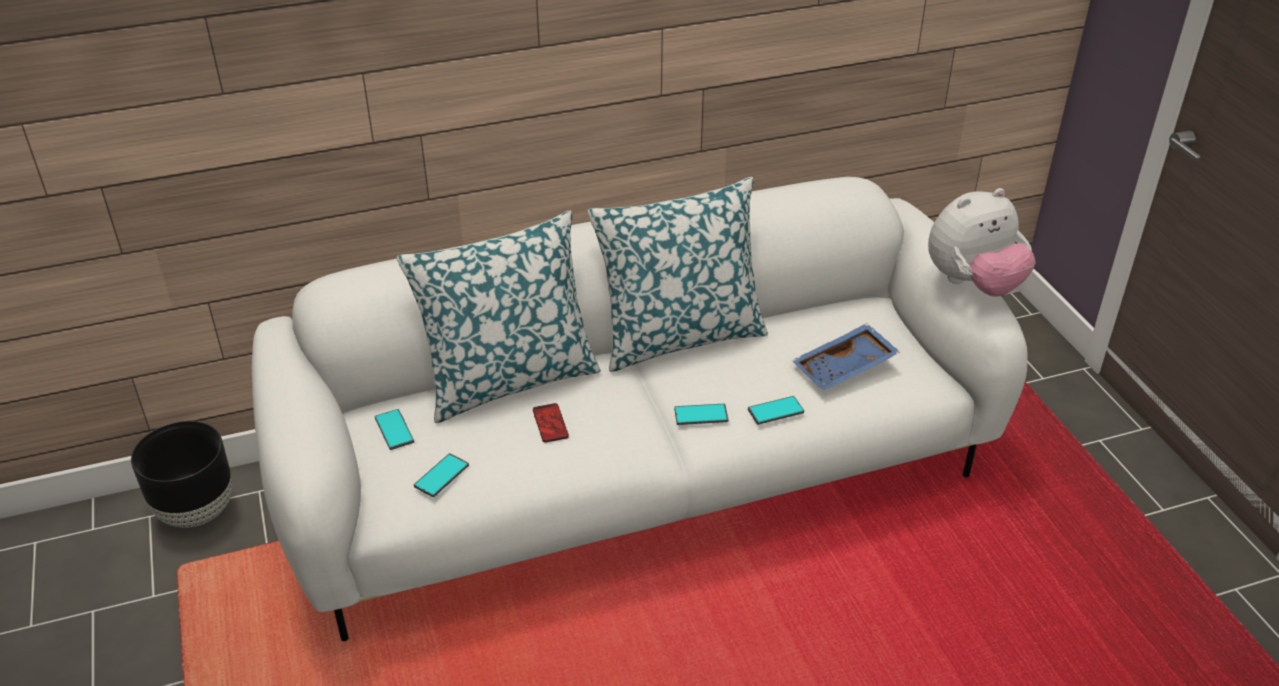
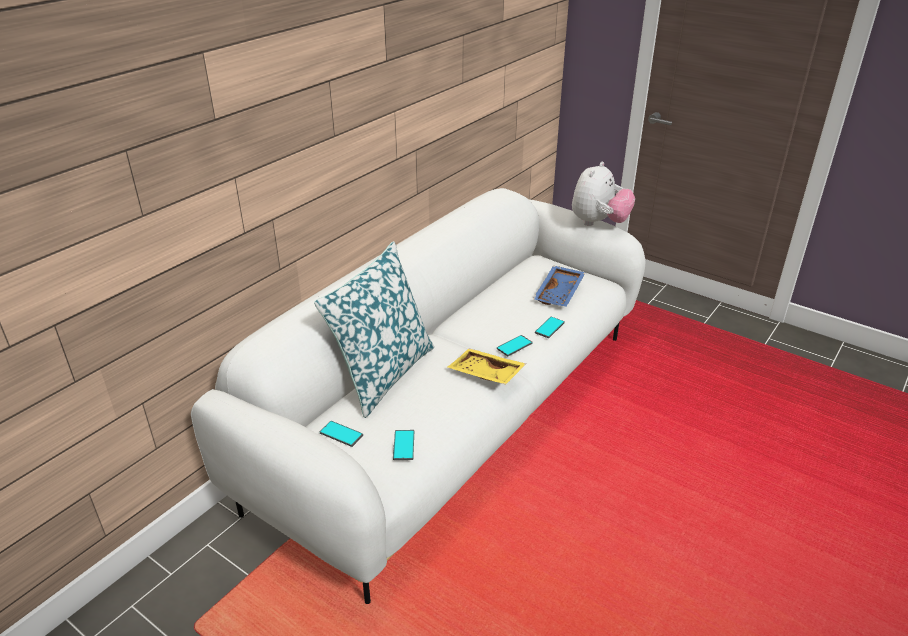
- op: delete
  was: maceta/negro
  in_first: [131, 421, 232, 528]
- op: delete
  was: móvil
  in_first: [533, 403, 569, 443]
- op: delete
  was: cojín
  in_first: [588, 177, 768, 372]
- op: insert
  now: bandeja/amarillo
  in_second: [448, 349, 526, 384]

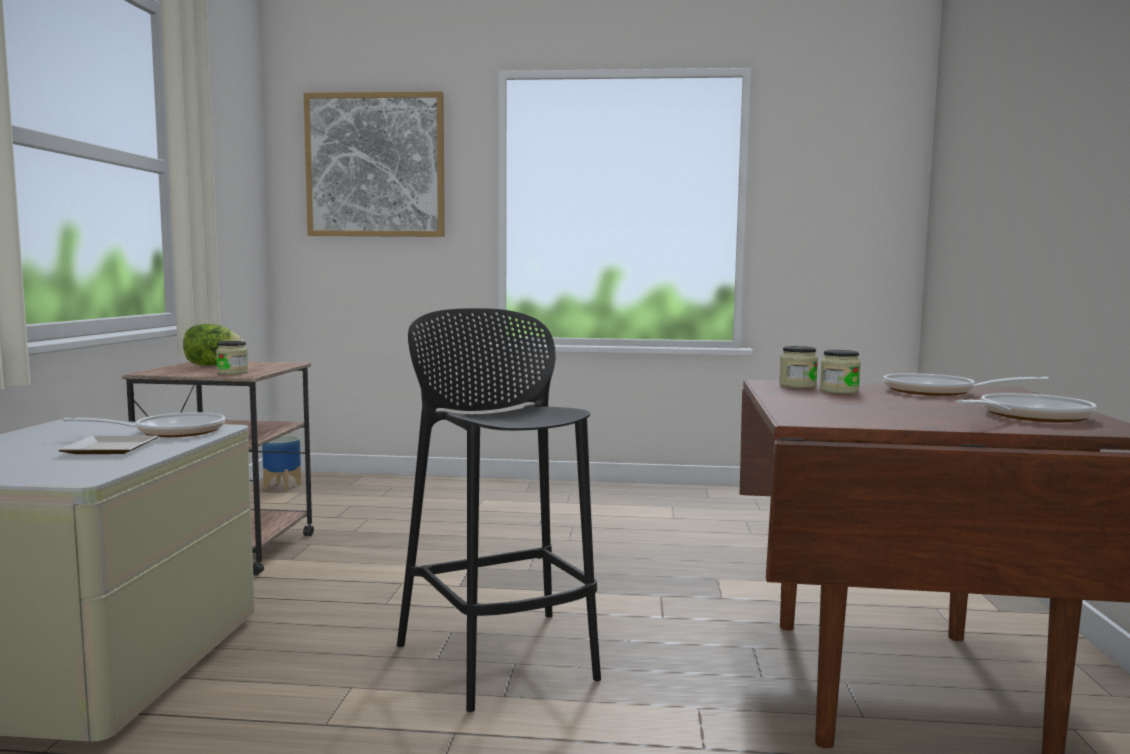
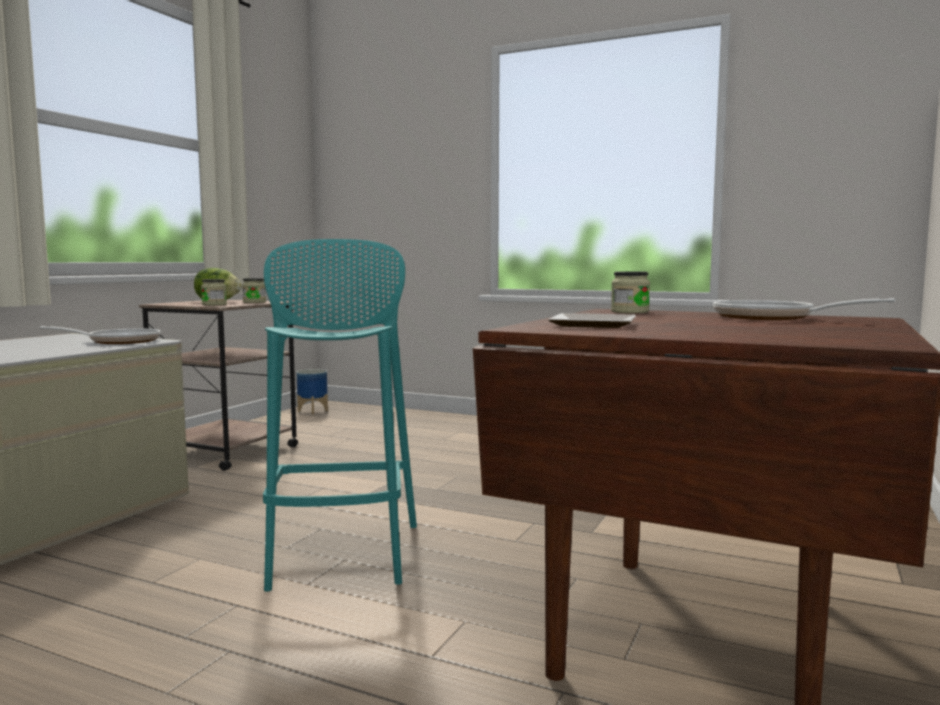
- op: move
  was: plato
  in_first: [58, 436, 159, 454]
  in_second: [548, 313, 636, 328]
- op: delete
  was: cuadro
  in_first: [304, 91, 445, 237]
- op: recolor
  was: taburete/negro
  now: taburete/turquesa
  in_first: [397, 308, 601, 712]
  in_second: [263, 239, 417, 592]
- op: move
  was: tarro
  in_first: [820, 350, 861, 394]
  in_second: [242, 278, 266, 303]
- op: delete
  was: sartén
  in_first: [956, 393, 1097, 422]

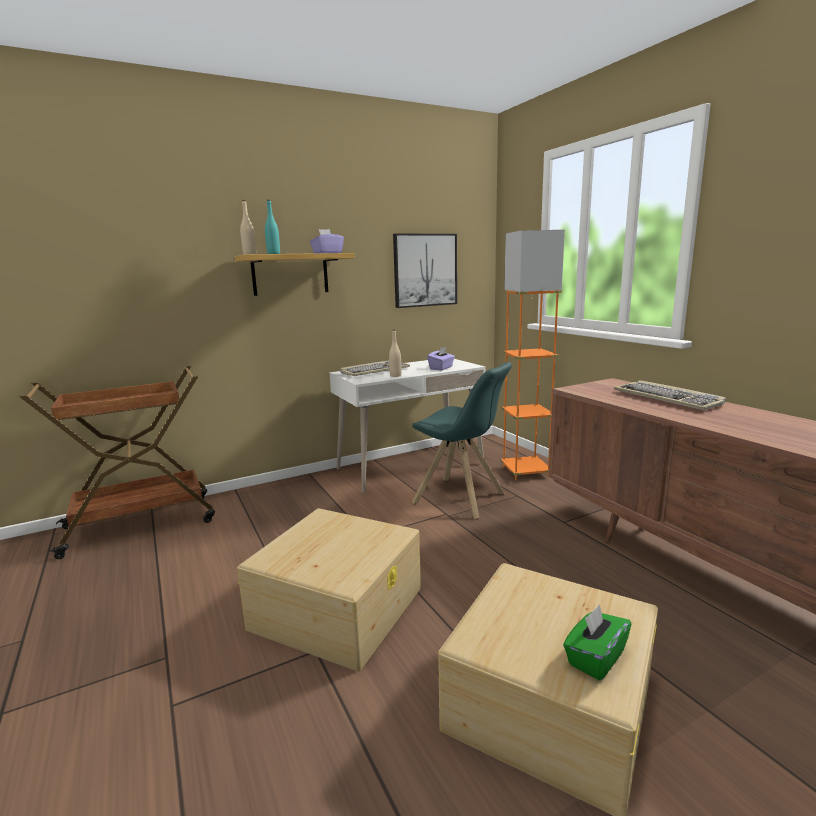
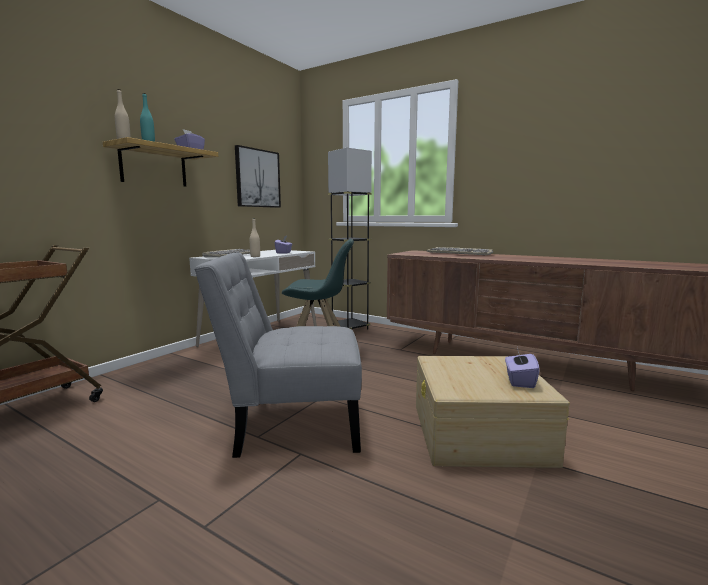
- op: replace
  was: caja de almacenaje/beis
  now: silla/gris
  in_first: [237, 508, 421, 671]
  in_second: [194, 253, 362, 458]
- op: recolor
  was: lámpara de pie/naranja
  now: lámpara de pie/gris
  in_first: [501, 230, 565, 481]
  in_second: [328, 148, 372, 330]
- op: recolor
  was: caja de pañuelos/verde
  now: caja de pañuelos/morado
  in_first: [563, 604, 631, 681]
  in_second: [505, 347, 540, 388]

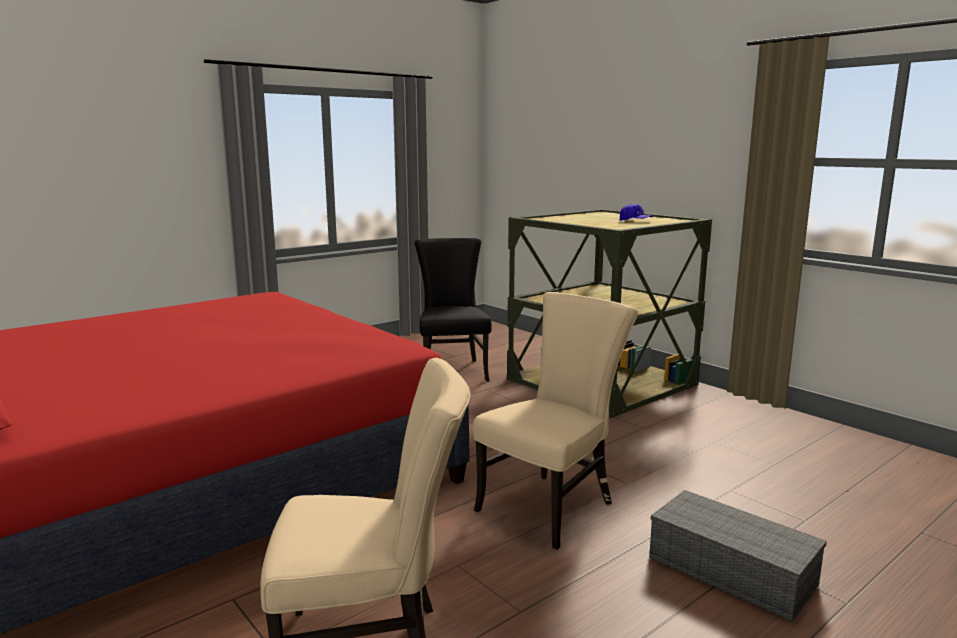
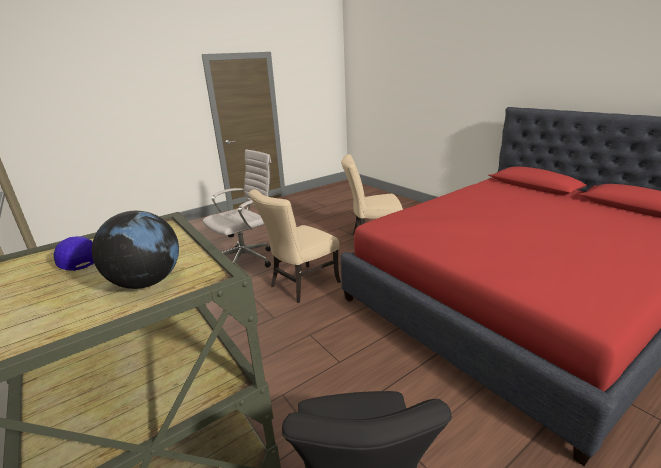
- op: replace
  was: caja de almacenaje/gris
  now: silla de oficina/blanco
  in_first: [649, 490, 827, 621]
  in_second: [203, 149, 271, 268]
- op: insert
  now: globo terráqueo
  in_second: [92, 211, 179, 289]

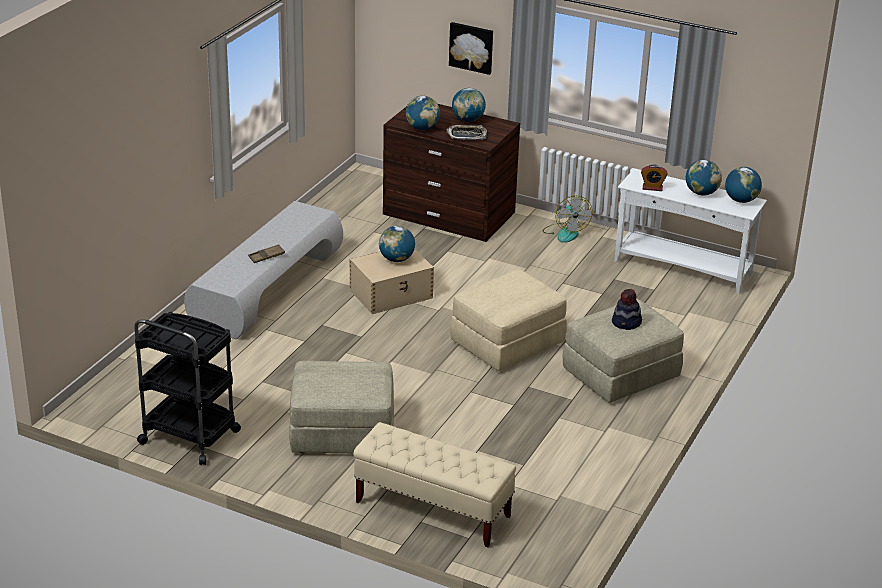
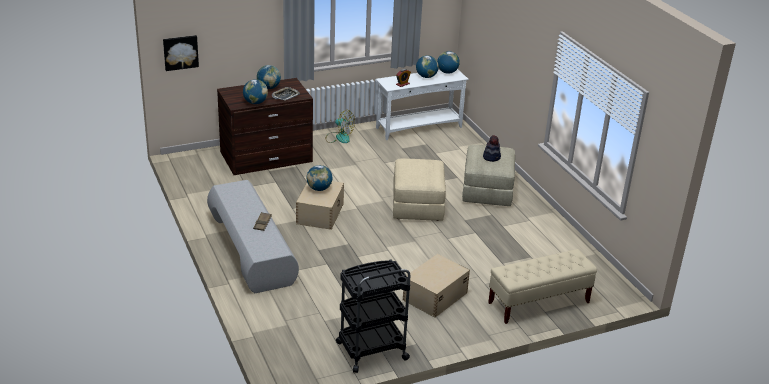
- op: replace
  was: puf/beis
  now: caja de almacenaje/beis
  in_first: [289, 361, 394, 453]
  in_second: [403, 254, 470, 318]
- op: move
  was: cuadro
  in_first: [449, 22, 493, 75]
  in_second: [163, 35, 199, 71]

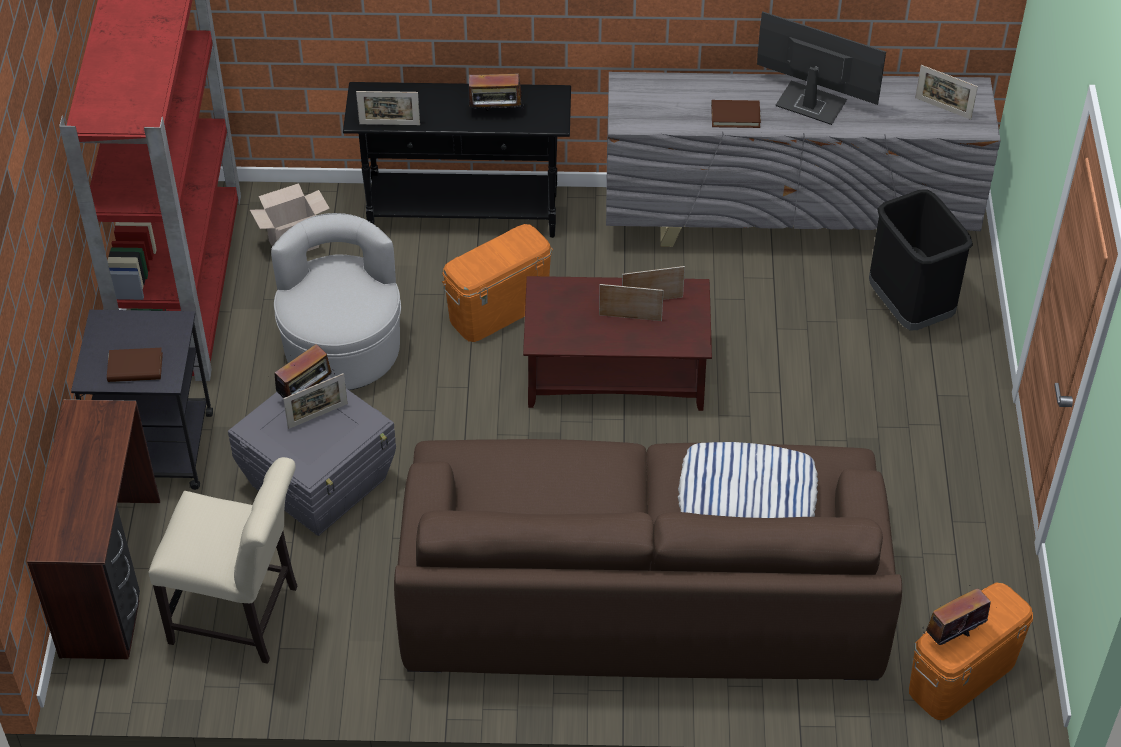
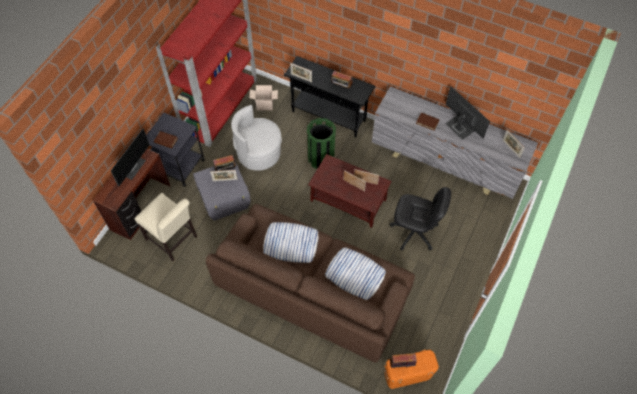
- op: rotate
  was: sillón/blanco
  in_first: [271, 213, 401, 390]
  in_second: [231, 105, 282, 171]
  clockwise: -105
- op: replace
  was: caja de almacenaje/naranja
  now: papelera/verde
  in_first: [442, 224, 553, 342]
  in_second: [307, 118, 336, 169]
- op: delete
  was: papelera/negro
  in_first: [869, 189, 973, 330]
- op: insert
  now: monitor
  in_second: [111, 128, 150, 186]
- op: insert
  now: cojín
  in_second: [263, 222, 319, 263]
- op: insert
  now: silla de oficina/negro
  in_second: [390, 187, 451, 251]

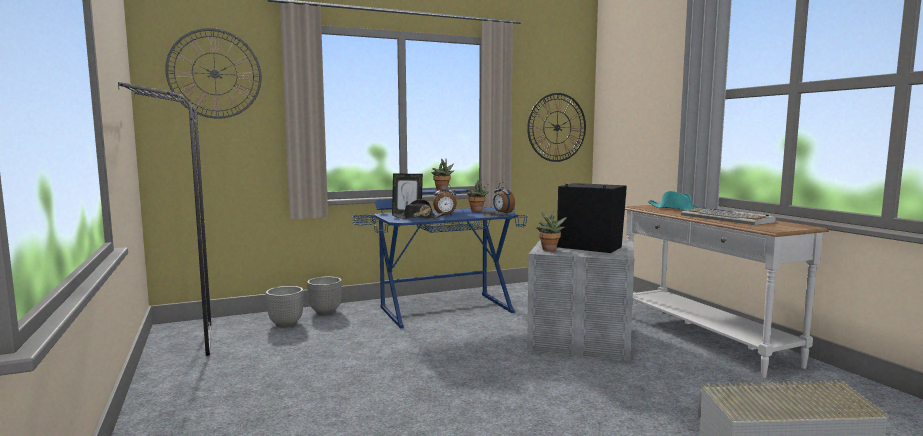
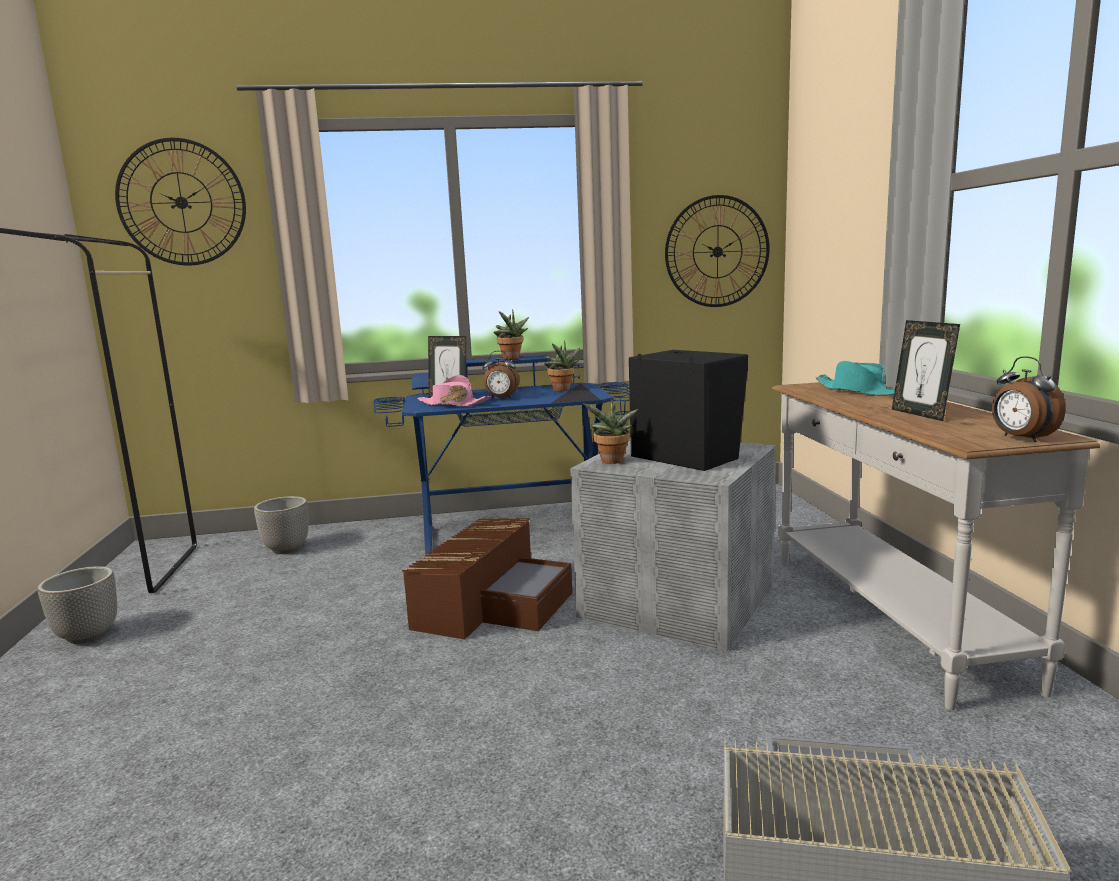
- op: move
  was: maceta
  in_first: [307, 277, 342, 315]
  in_second: [38, 566, 117, 644]
- op: recolor
  was: sombrero/negro
  now: sombrero/rosa
  in_first: [392, 199, 446, 219]
  in_second: [417, 375, 491, 407]
- op: move
  was: despertador
  in_first: [493, 182, 515, 213]
  in_second: [992, 356, 1066, 442]
- op: replace
  was: teclado
  now: portarretratos
  in_first: [681, 207, 776, 225]
  in_second: [892, 320, 960, 421]
- op: insert
  now: caja de almacenaje/marrón
  in_second: [402, 518, 572, 640]

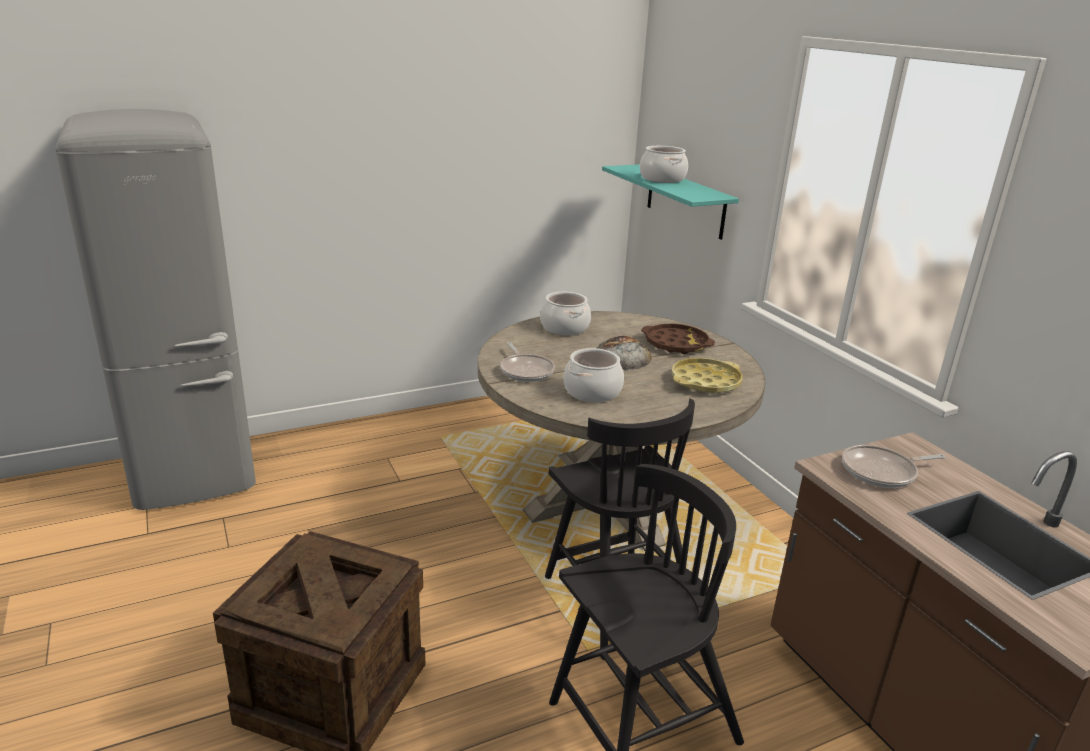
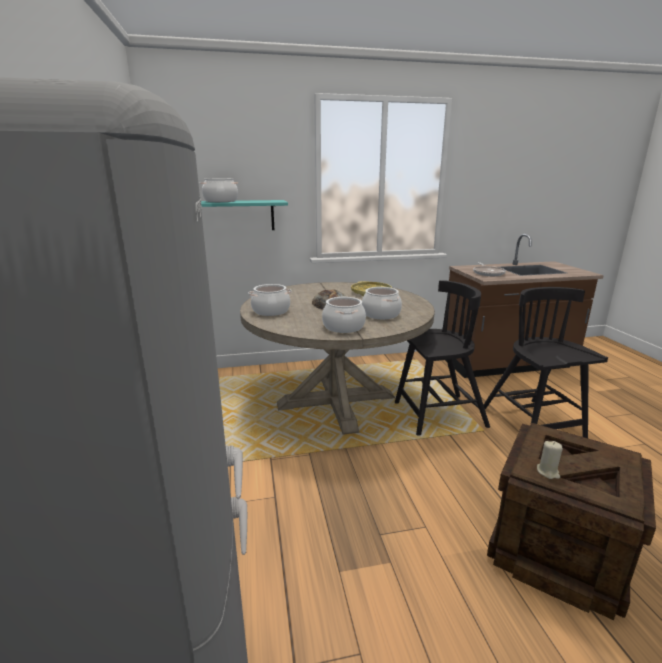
- op: replace
  was: sartén
  now: olla
  in_first: [500, 342, 555, 382]
  in_second: [322, 297, 366, 333]
- op: delete
  was: bandeja/marrón
  in_first: [641, 324, 715, 354]
- op: insert
  now: vela/beis
  in_second: [537, 441, 563, 479]

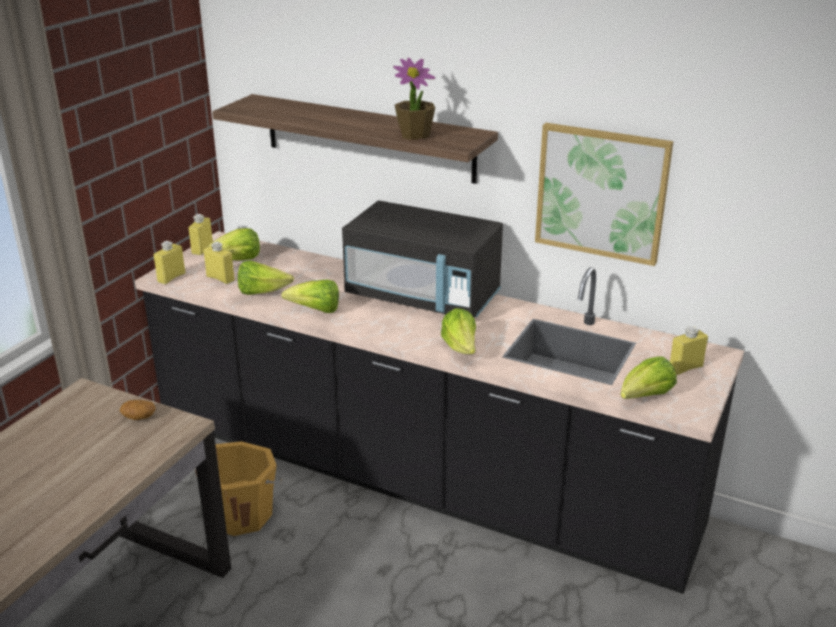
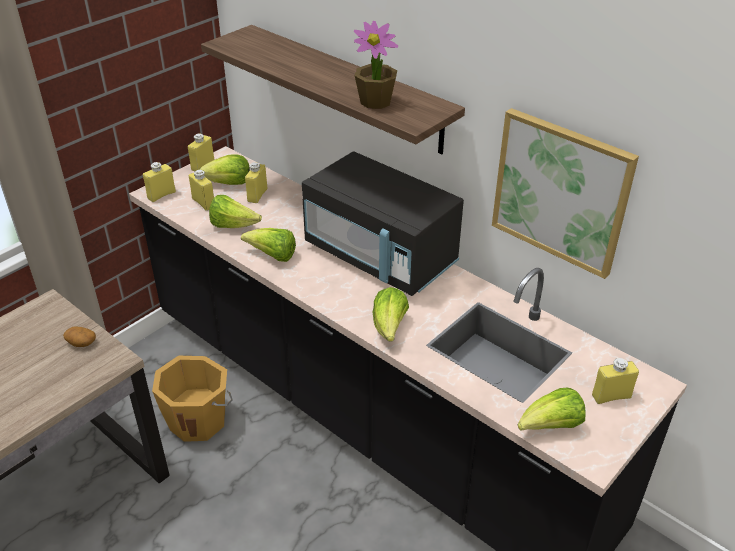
- op: insert
  now: botella/amarillo
  in_second: [245, 162, 268, 203]

